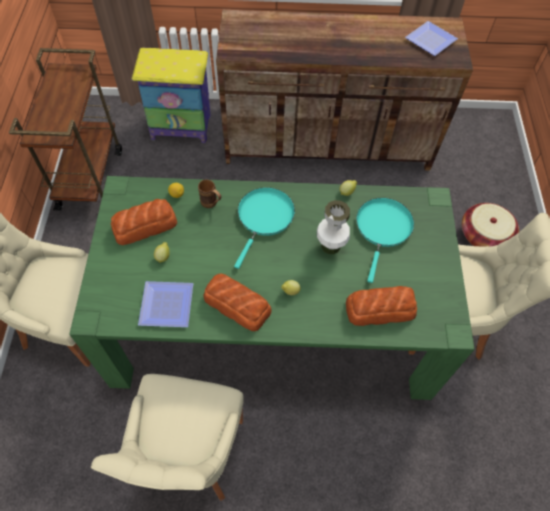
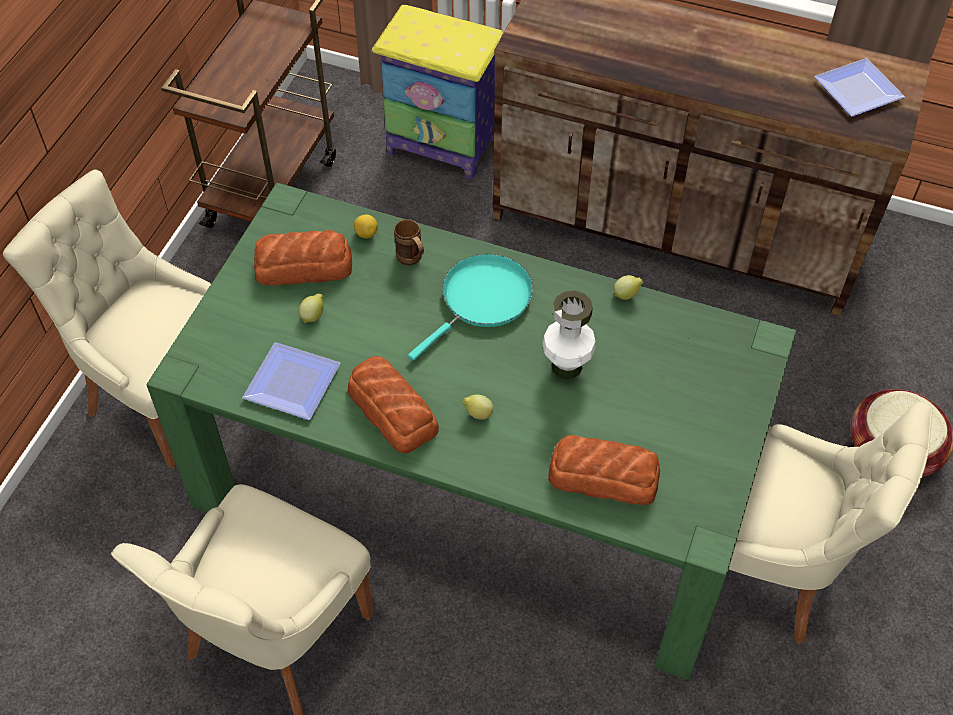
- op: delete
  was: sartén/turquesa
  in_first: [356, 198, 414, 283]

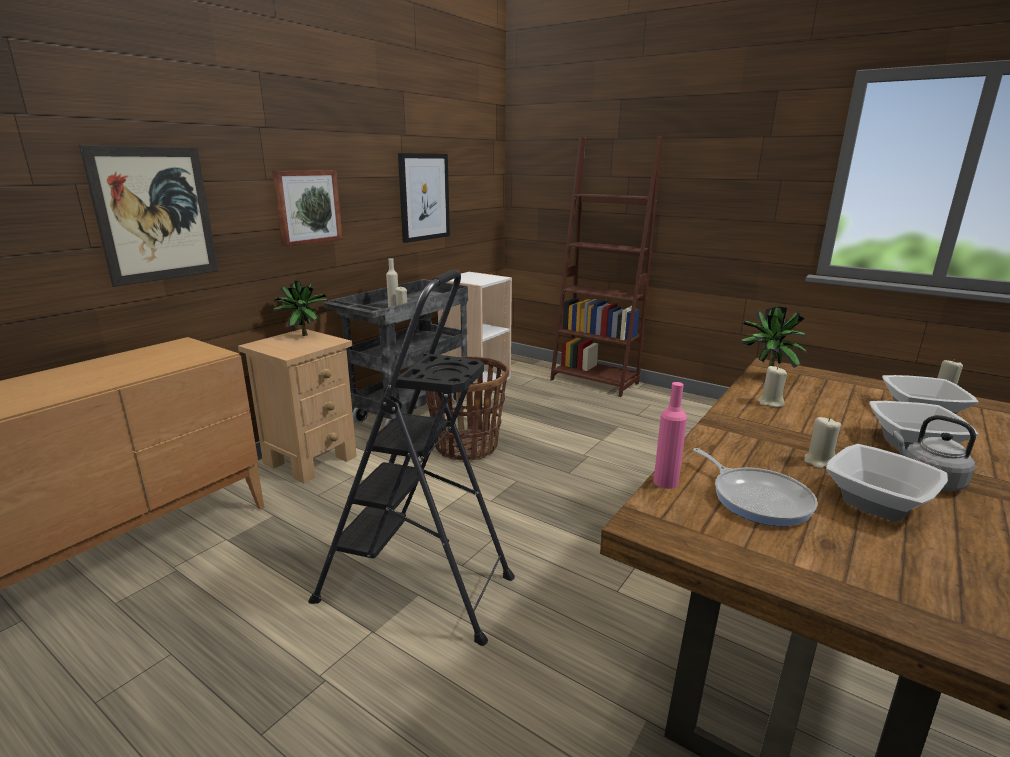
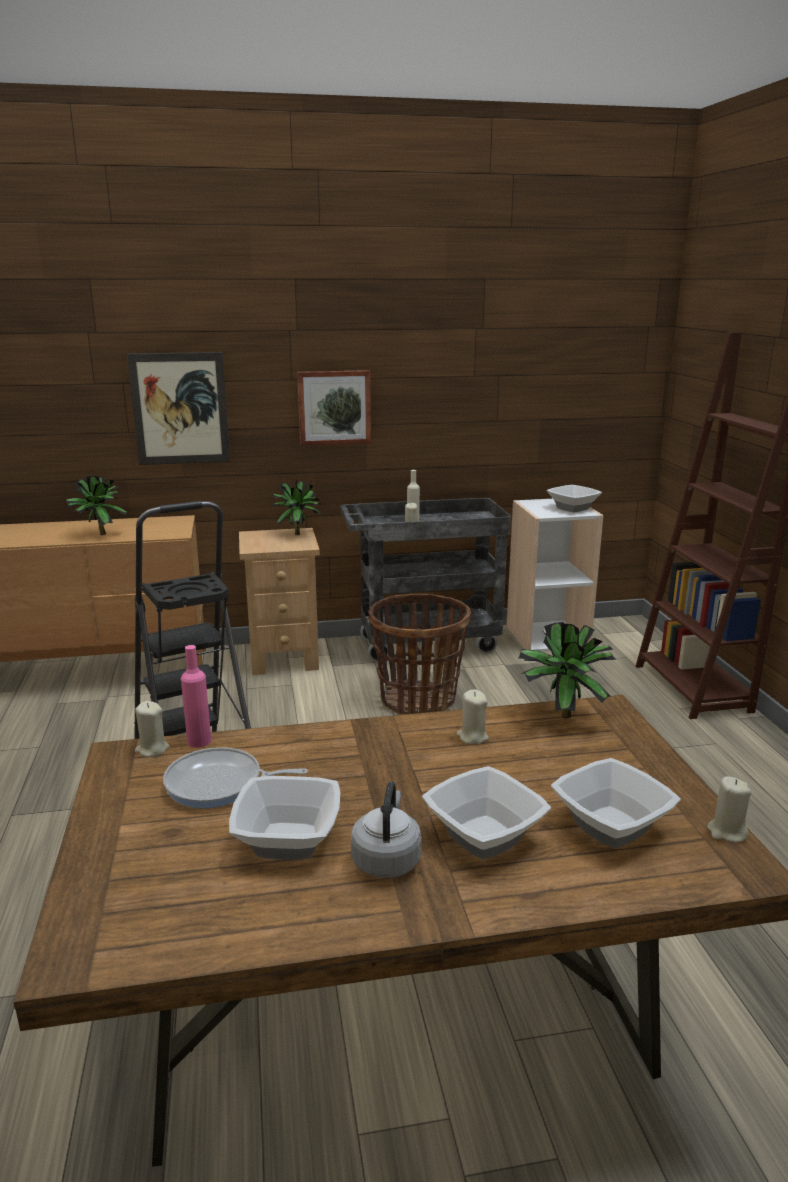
- op: delete
  was: cuadro
  in_first: [398, 153, 450, 243]
- op: rotate
  was: sartén
  in_first: [693, 448, 818, 526]
  in_second: [163, 747, 308, 808]
  clockwise: 75
- op: move
  was: vela/beis
  in_first: [804, 417, 841, 469]
  in_second: [135, 701, 170, 757]
- op: insert
  now: planta en maceta
  in_second: [66, 476, 127, 535]
- op: insert
  now: cuenco
  in_second: [547, 485, 602, 512]

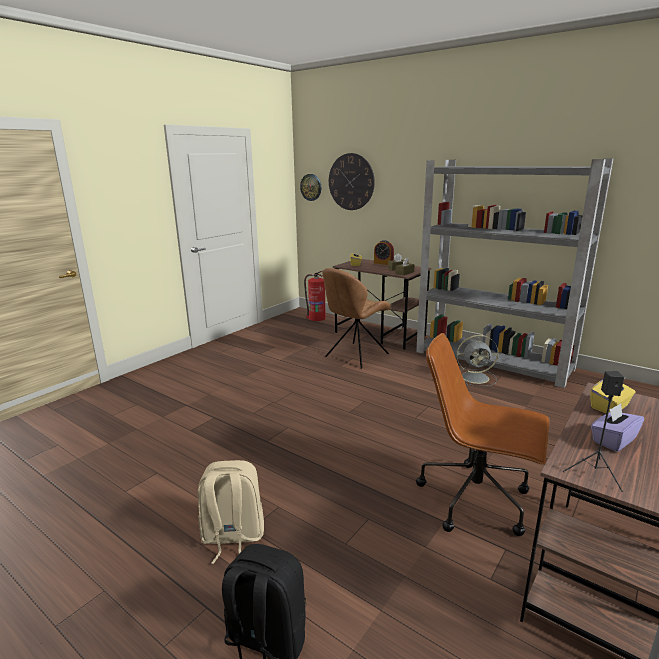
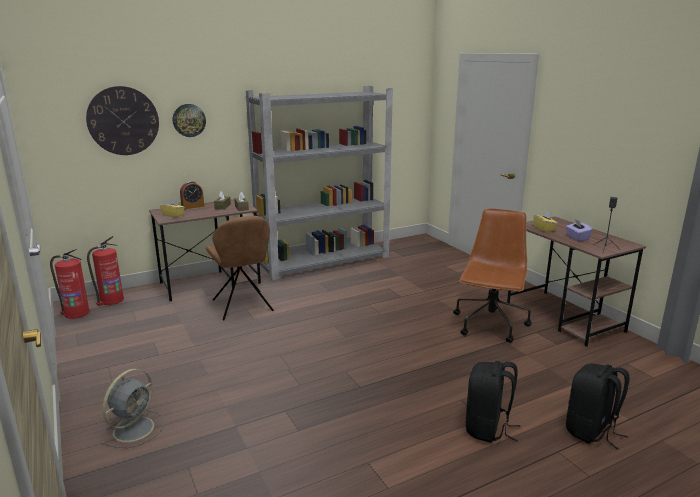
- op: recolor
  was: mochila/beis
  now: mochila/negro
  in_first: [198, 460, 264, 564]
  in_second: [466, 361, 521, 443]
- op: move
  was: reloj de pared
  in_first: [300, 174, 321, 201]
  in_second: [173, 104, 206, 137]
- op: rotate
  was: silla de oficina/marrón
  in_first: [416, 333, 550, 536]
  in_second: [453, 209, 532, 343]
  clockwise: 150
- op: move
  was: ventilador/gris
  in_first: [457, 335, 499, 386]
  in_second: [101, 369, 165, 448]
- op: insert
  now: extintor
  in_second: [50, 249, 90, 319]

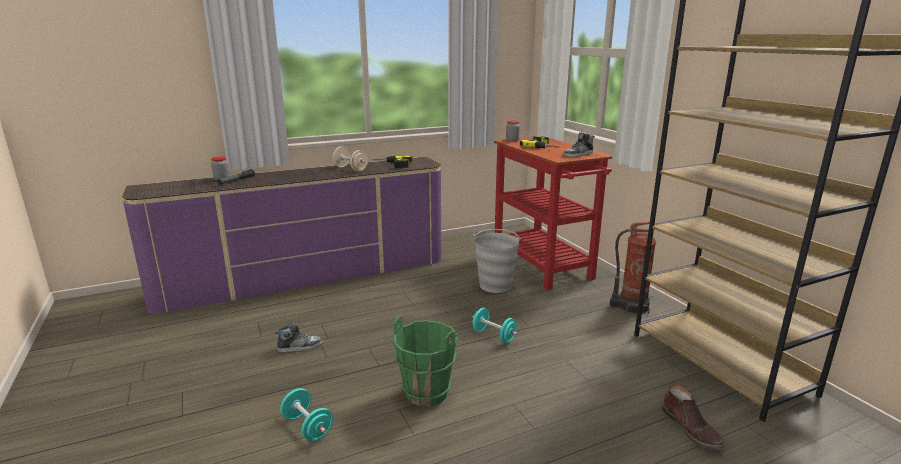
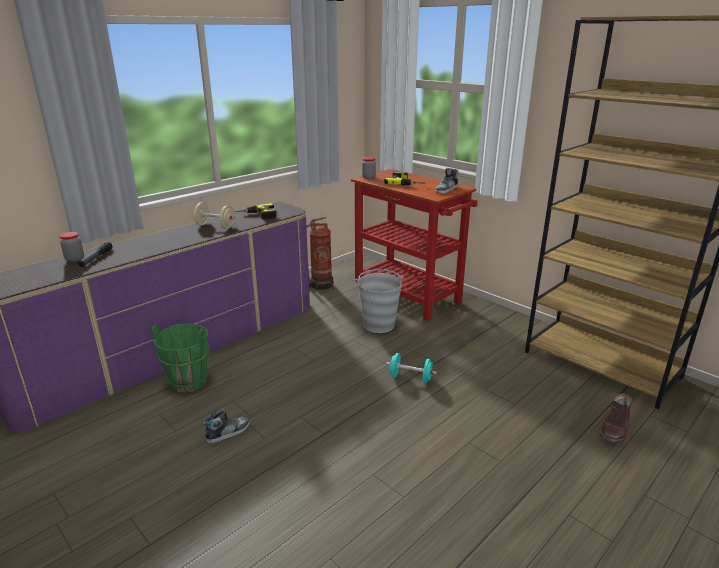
- op: delete
  was: mancuerna/turquesa
  in_first: [280, 388, 333, 441]
- op: move
  was: cubo/verde
  in_first: [394, 316, 458, 406]
  in_second: [152, 323, 209, 393]
- op: move
  was: extintor
  in_first: [610, 222, 656, 314]
  in_second: [306, 217, 333, 290]
- op: rotate
  was: bota/marrón
  in_first: [661, 385, 725, 450]
  in_second: [599, 393, 632, 443]
  clockwise: 75

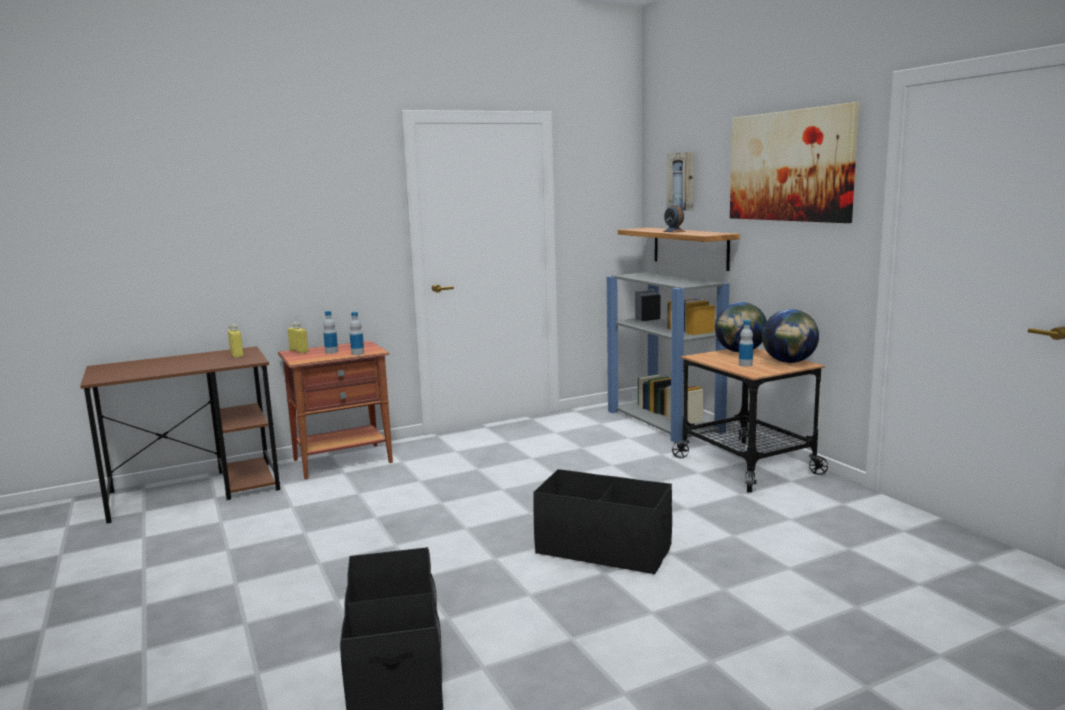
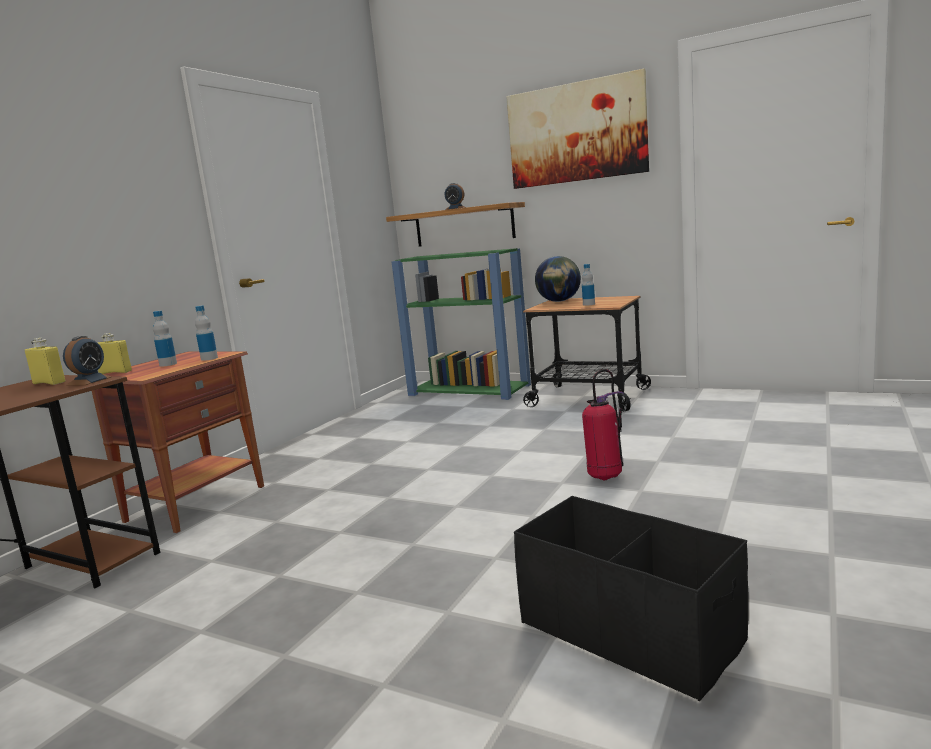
- op: replace
  was: caja de almacenaje/negro
  now: extintor
  in_first: [533, 469, 672, 575]
  in_second: [582, 369, 624, 481]
- op: recolor
  was: estantería/gris
  now: estantería/verde
  in_first: [607, 272, 730, 443]
  in_second: [391, 248, 531, 400]
- op: delete
  was: cuadro
  in_first: [666, 152, 694, 211]
- op: delete
  was: globo terráqueo
  in_first: [762, 309, 819, 363]
- op: insert
  now: despertador
  in_second: [63, 336, 112, 386]

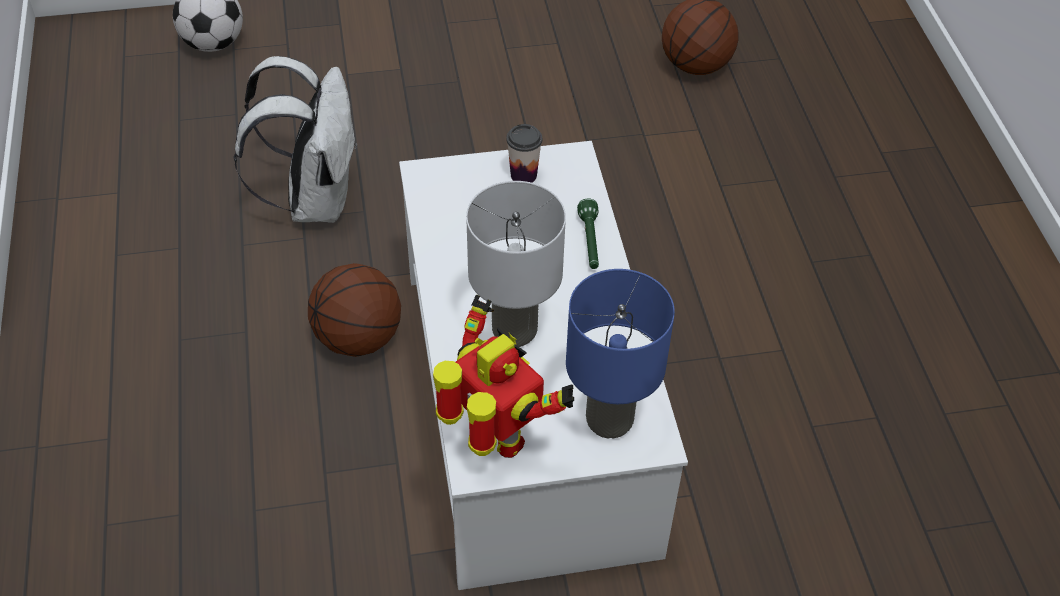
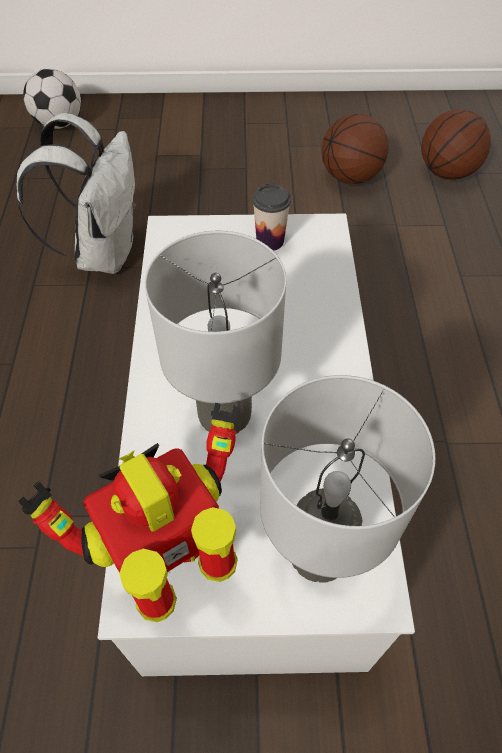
- op: move
  was: balón de baloncesto
  in_first: [308, 263, 401, 357]
  in_second: [321, 113, 389, 184]
- op: rotate
  was: robot de juguete
  in_first: [433, 295, 574, 458]
  in_second: [18, 403, 239, 622]
  clockwise: -90
- op: recolor
  was: lámpara de mesa/azul
  now: lámpara de mesa/blanco
  in_first: [566, 269, 675, 439]
  in_second: [260, 375, 435, 583]
- op: delete
  was: linterna/verde
  in_first: [577, 198, 599, 269]

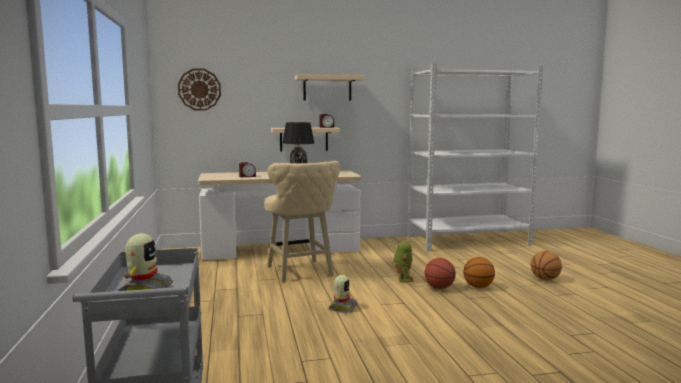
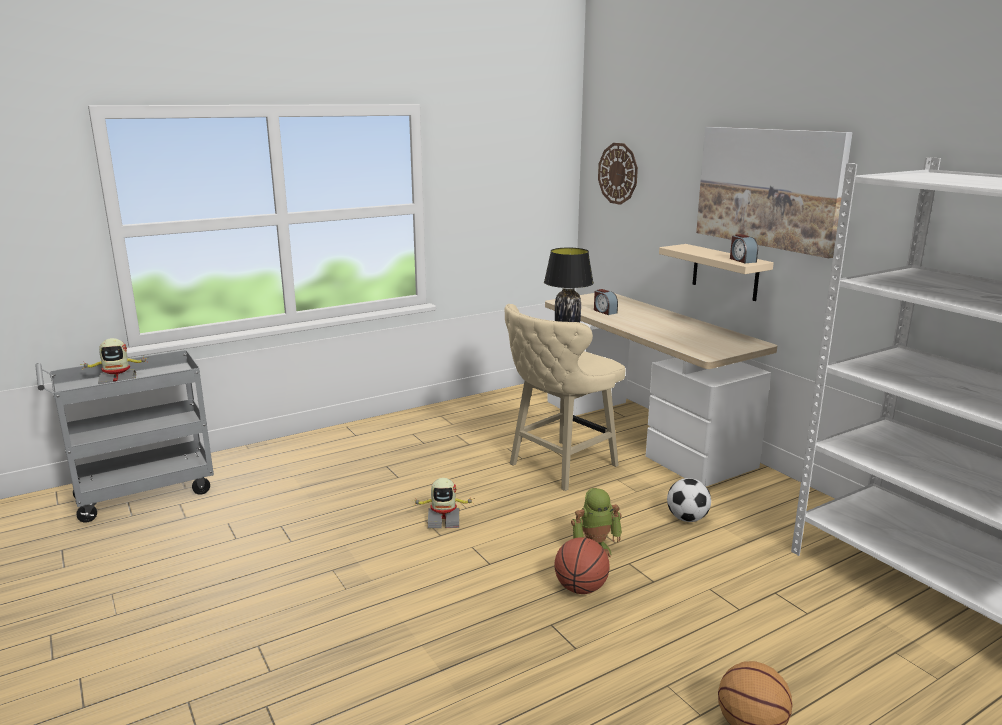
- op: replace
  was: estante/beis
  now: cuadro
  in_first: [294, 75, 365, 101]
  in_second: [696, 127, 853, 258]
- op: delete
  was: balón de baloncesto
  in_first: [463, 257, 495, 288]
- op: insert
  now: balón de fútbol
  in_second: [667, 478, 711, 522]

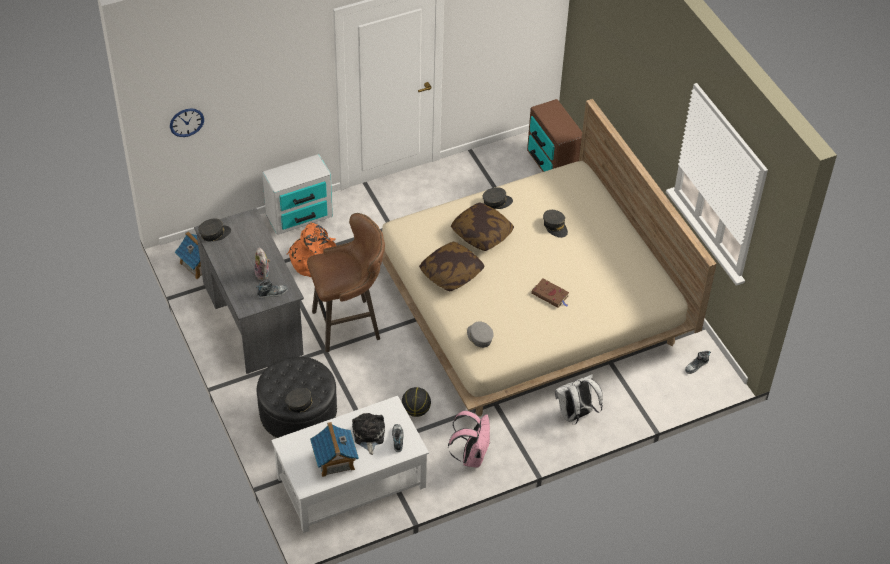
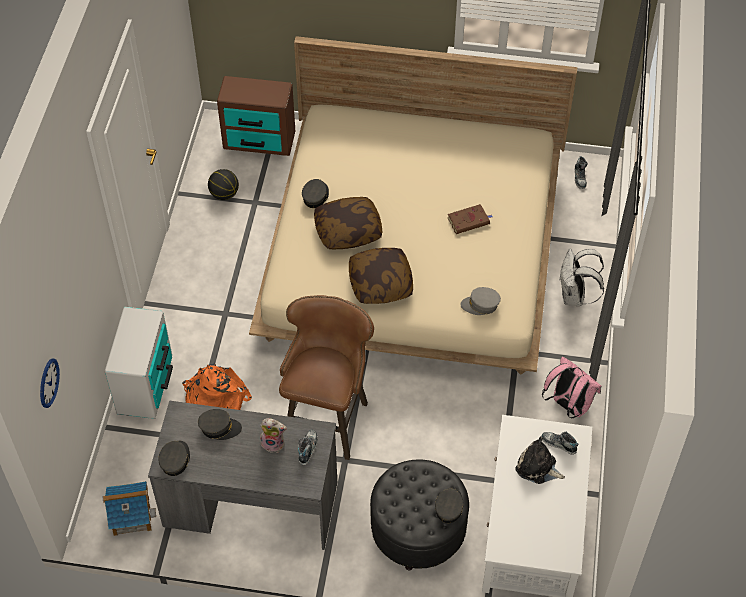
- op: delete
  was: casita
  in_first: [310, 422, 359, 477]
- op: move
  was: balón de baloncesto
  in_first: [402, 387, 431, 417]
  in_second: [208, 169, 239, 200]
- op: move
  was: gorra/gris
  in_first: [543, 210, 568, 238]
  in_second: [198, 409, 242, 440]

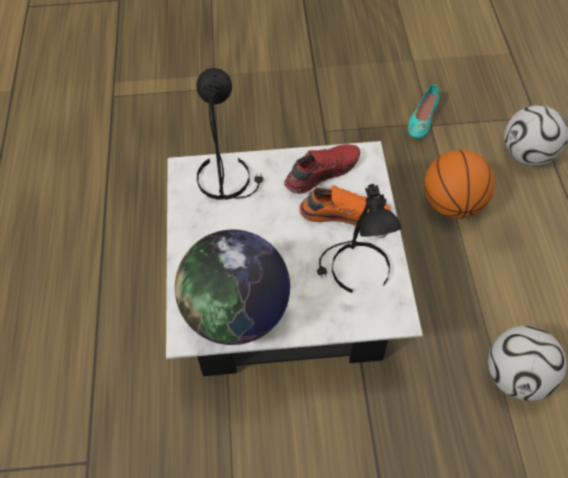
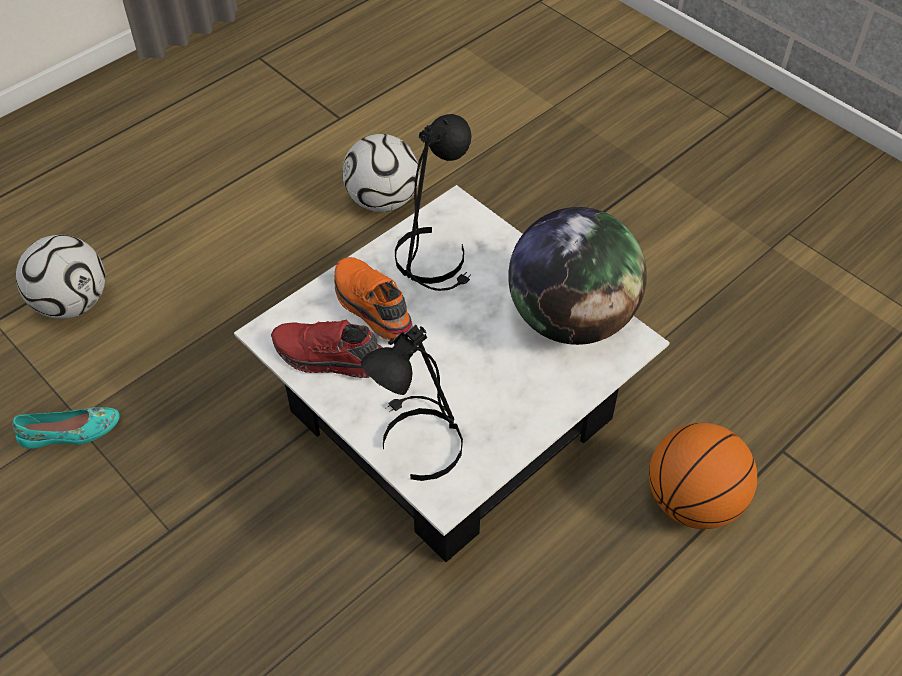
- op: move
  was: balón de baloncesto
  in_first: [424, 150, 495, 219]
  in_second: [649, 423, 757, 529]

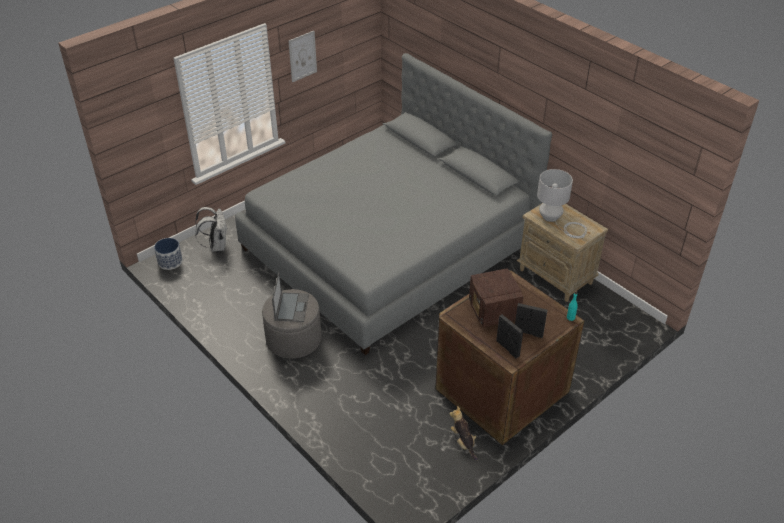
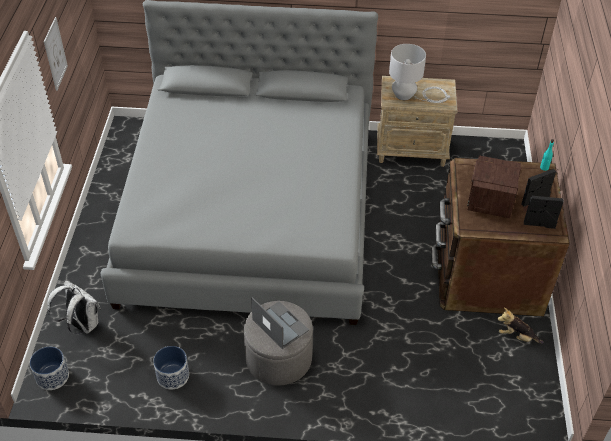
- op: rotate
  was: radio
  in_first: [469, 268, 523, 327]
  in_second: [467, 155, 521, 218]
  clockwise: 75
- op: insert
  now: maceta
  in_second: [153, 346, 189, 390]

